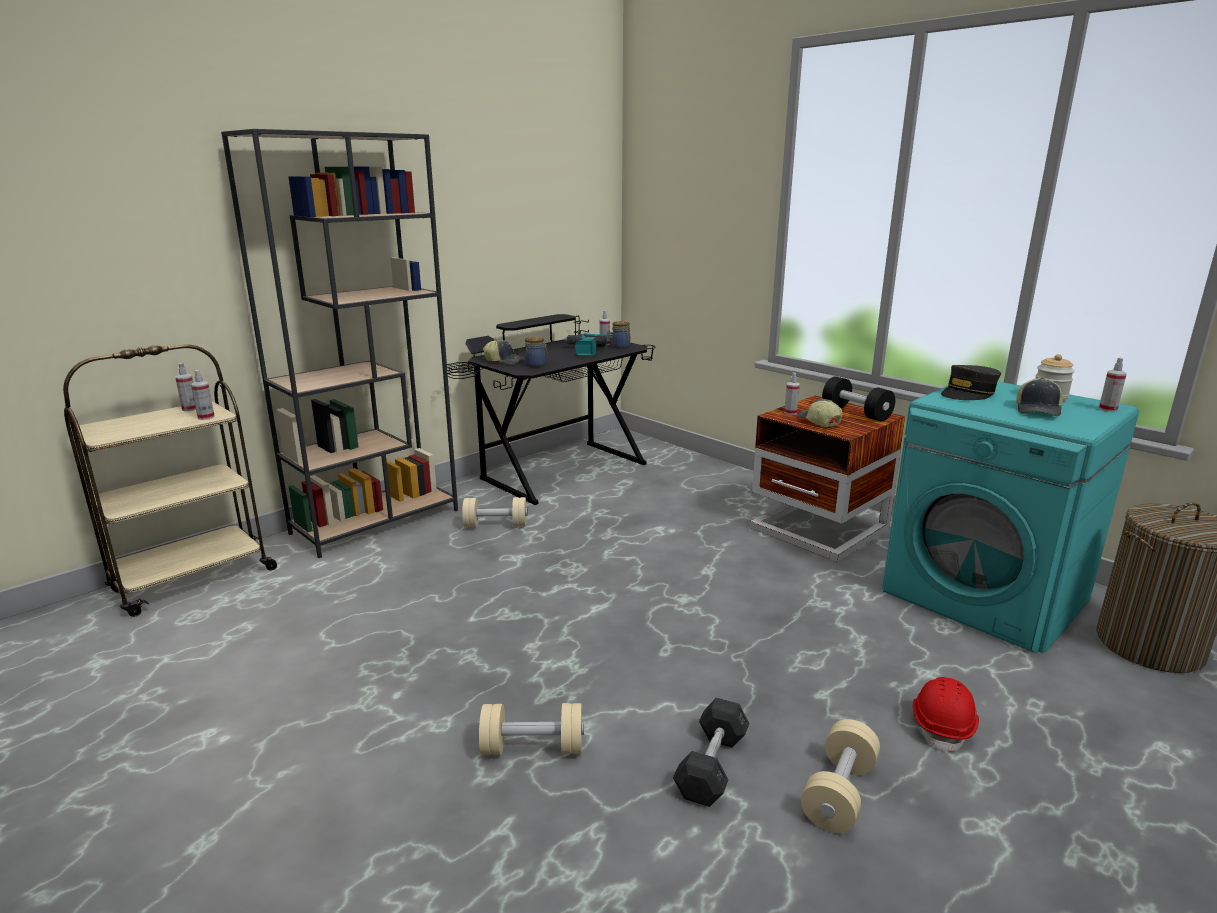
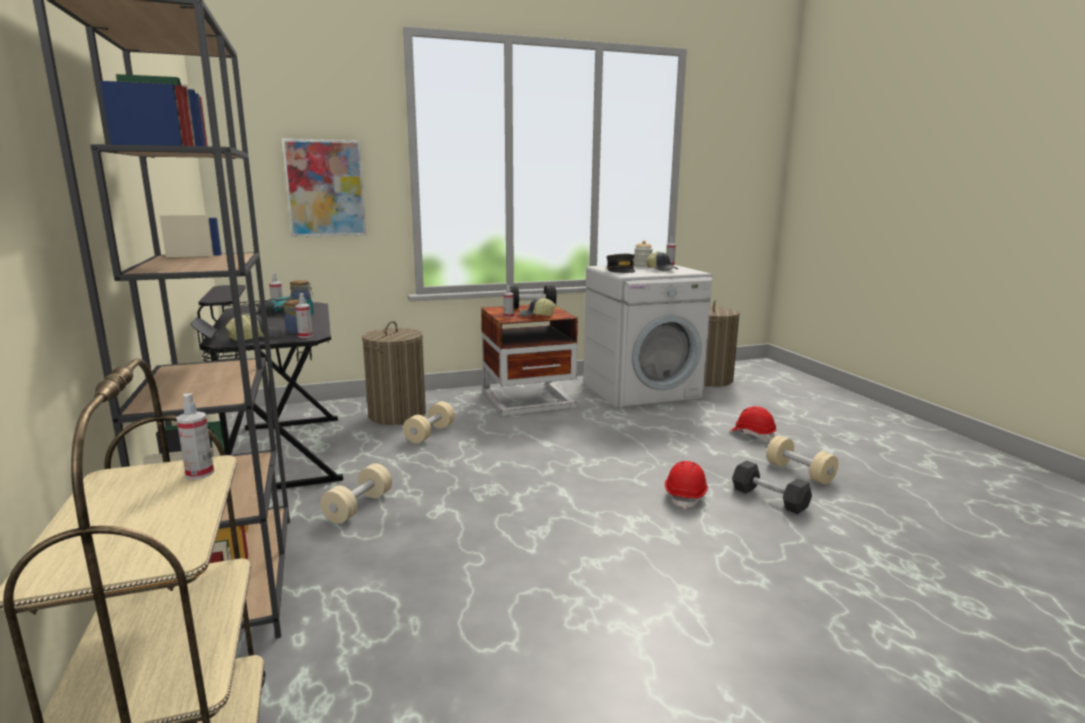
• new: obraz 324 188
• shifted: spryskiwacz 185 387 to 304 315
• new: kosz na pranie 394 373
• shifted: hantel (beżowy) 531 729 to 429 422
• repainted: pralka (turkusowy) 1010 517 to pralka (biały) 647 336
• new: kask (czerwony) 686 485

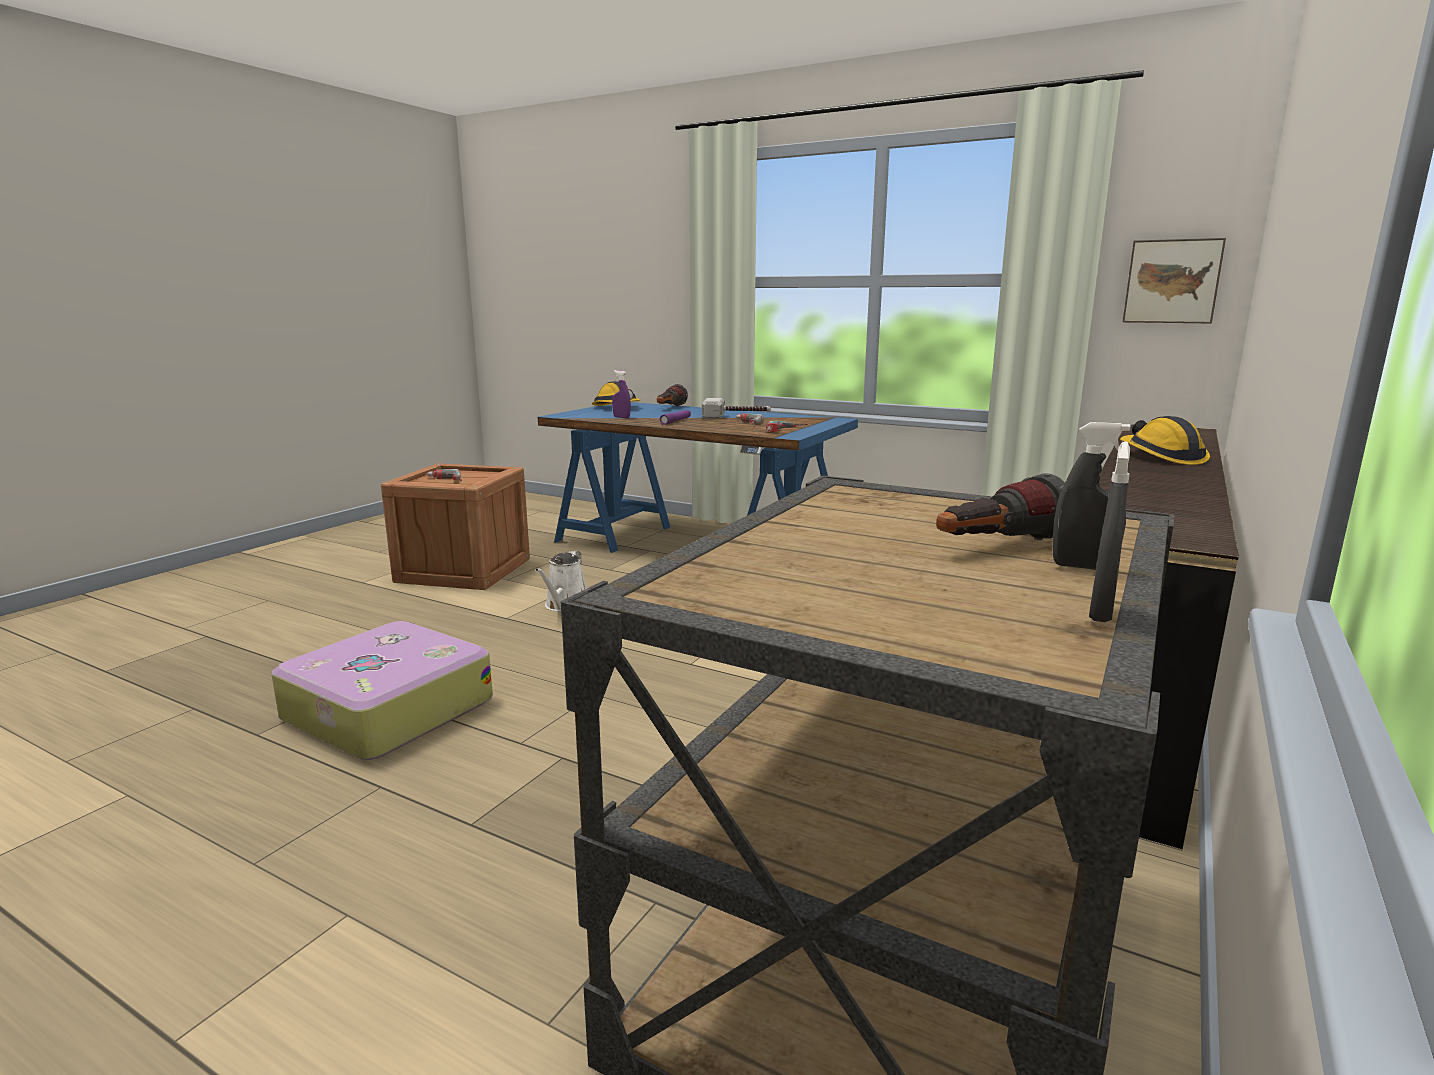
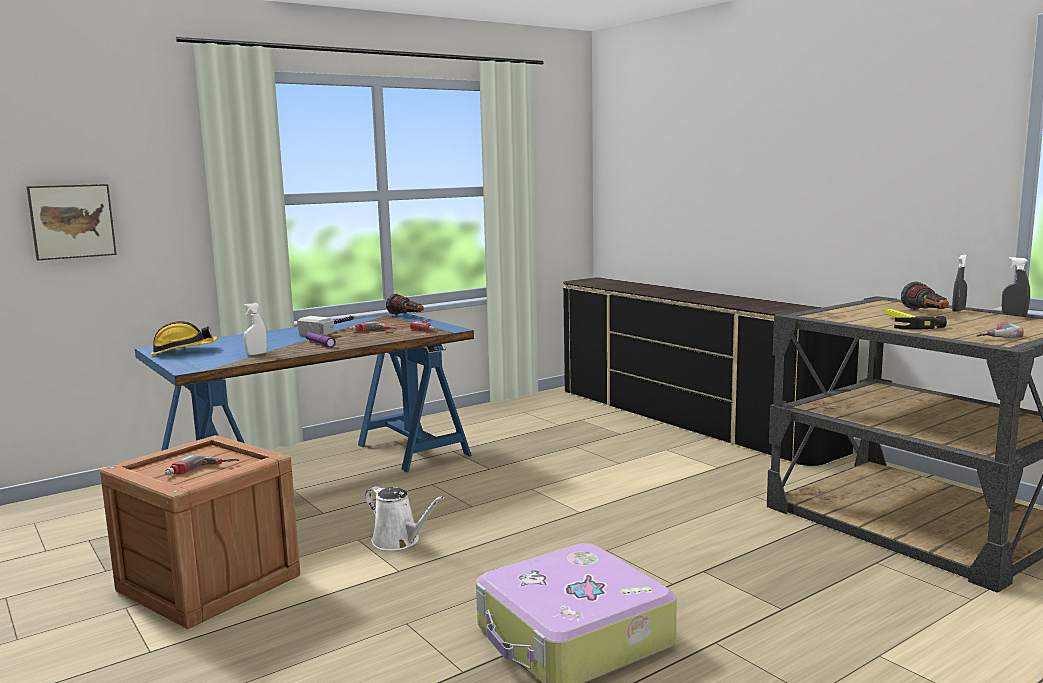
• shifted: obraz 1174 281 to 71 222
• repainted: spryskiwacz (fioletowy) 621 394 to spryskiwacz (biały) 255 329
• shifted: latarka 672 395 to 405 304
• new: młotek 916 319
• new: wiertarka 1000 330
• gone: kask 1165 440

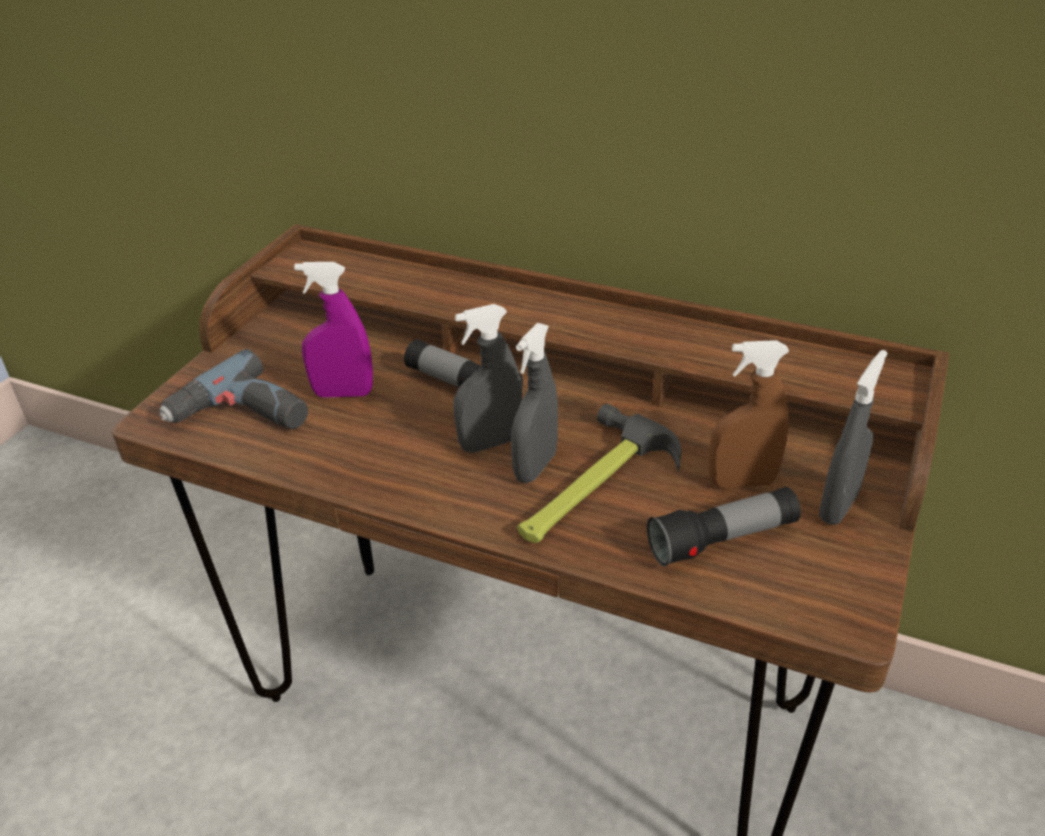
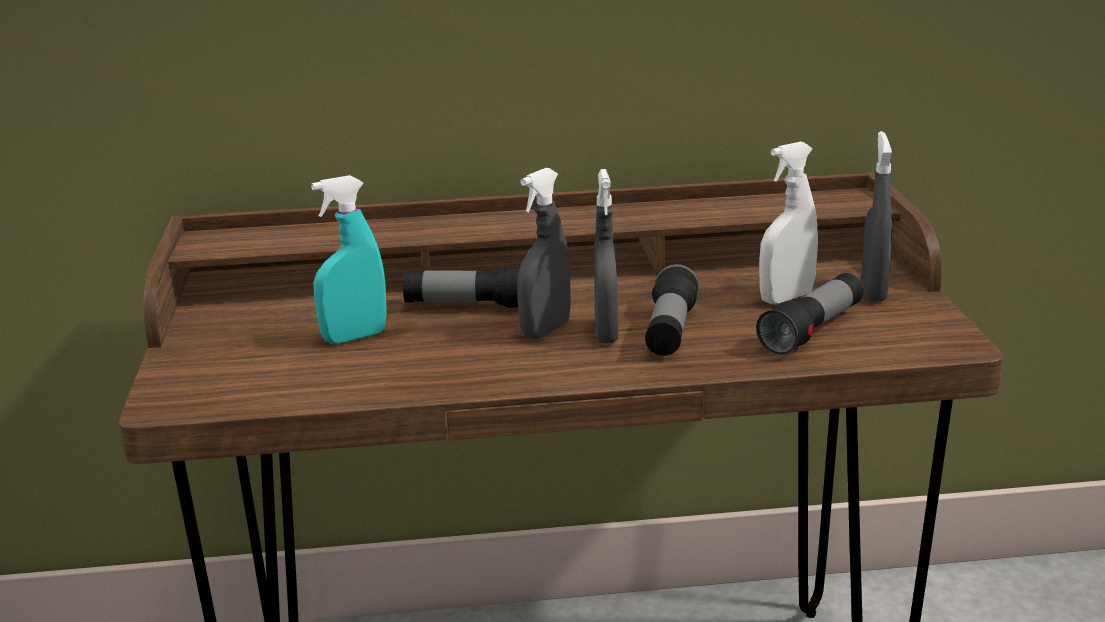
• repainted: spryskiwacz (fioletowy) 333 330 to spryskiwacz (turkusowy) 349 259
• swapped: młotek 599 473 to latarka 672 310
• repainted: spryskiwacz (brązowy) 748 414 to spryskiwacz (biały) 788 222
• gone: wiertarka 233 389

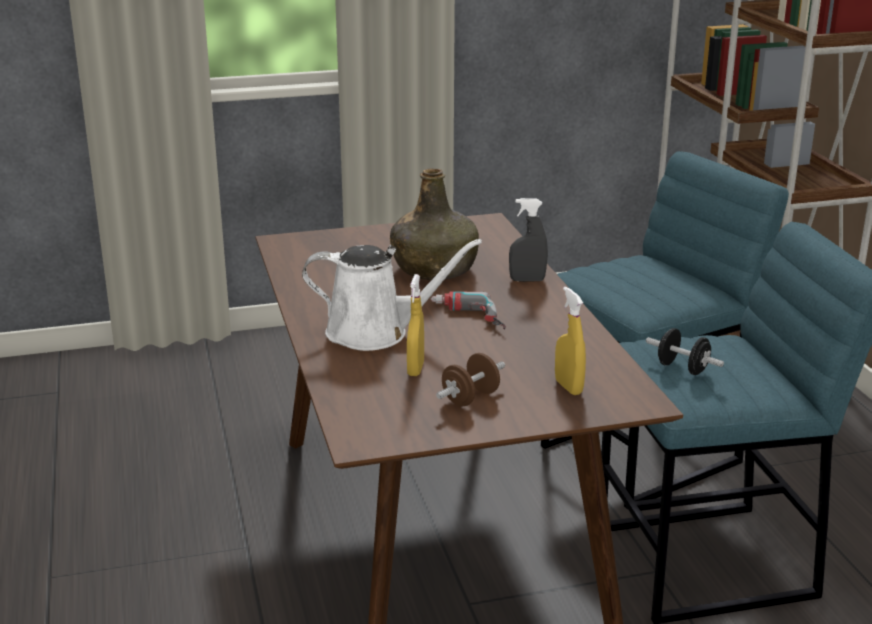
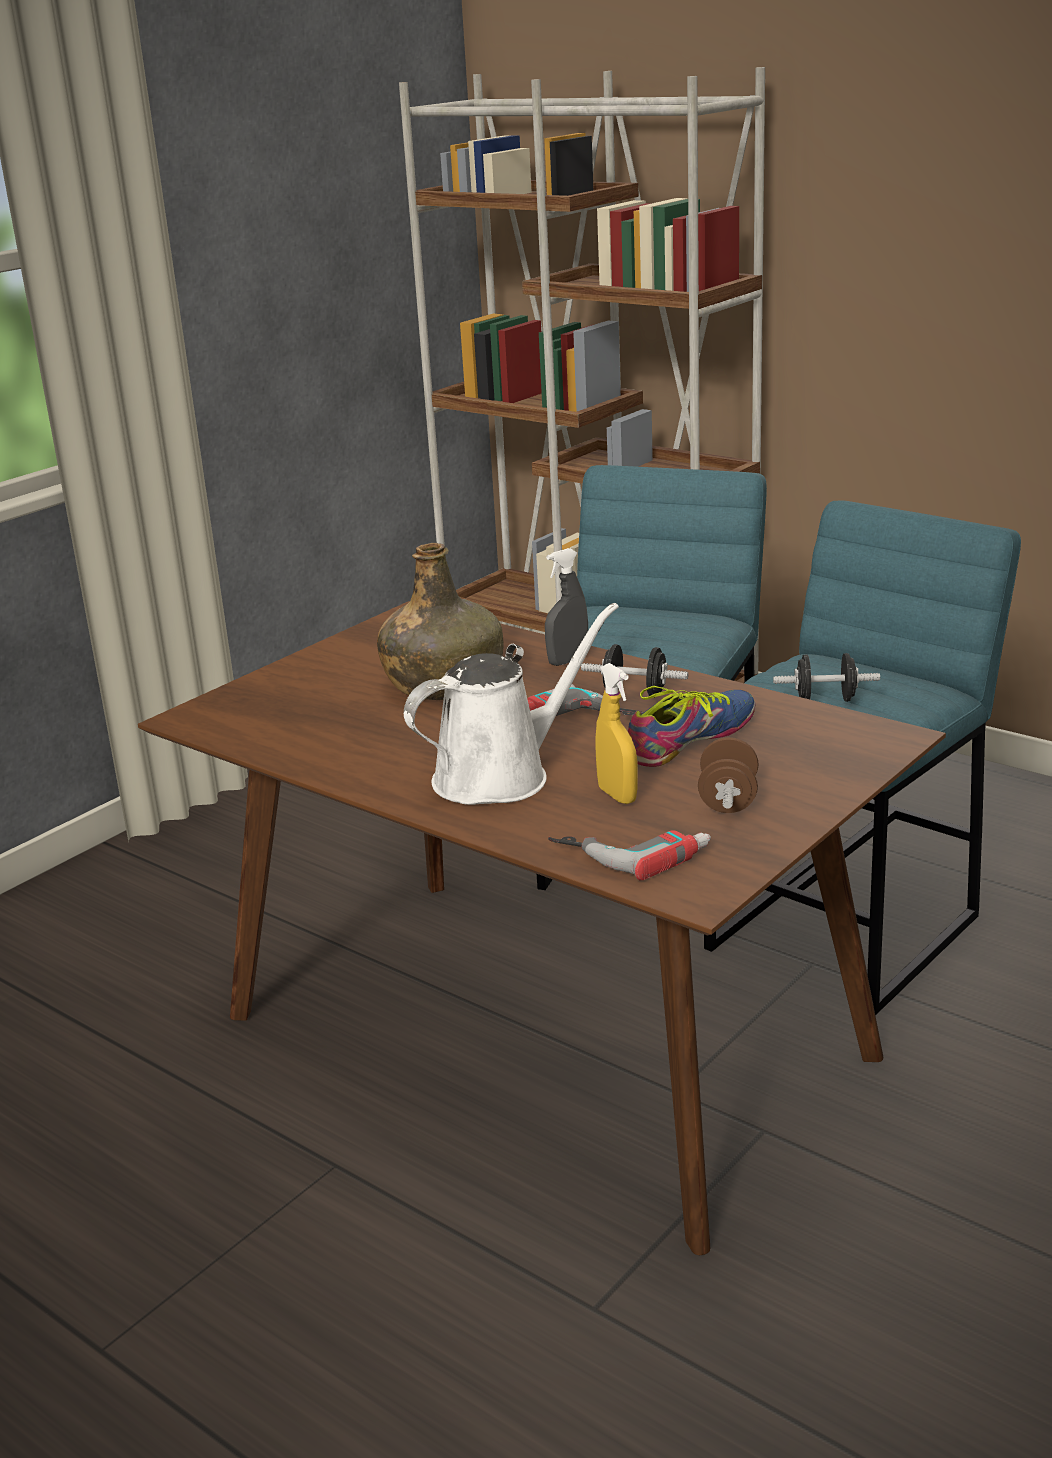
• new: wiertarka 629 855
• new: hantel (czarny) 634 671
• new: but 691 726
• gone: spryskiwacz (żółty) 570 341

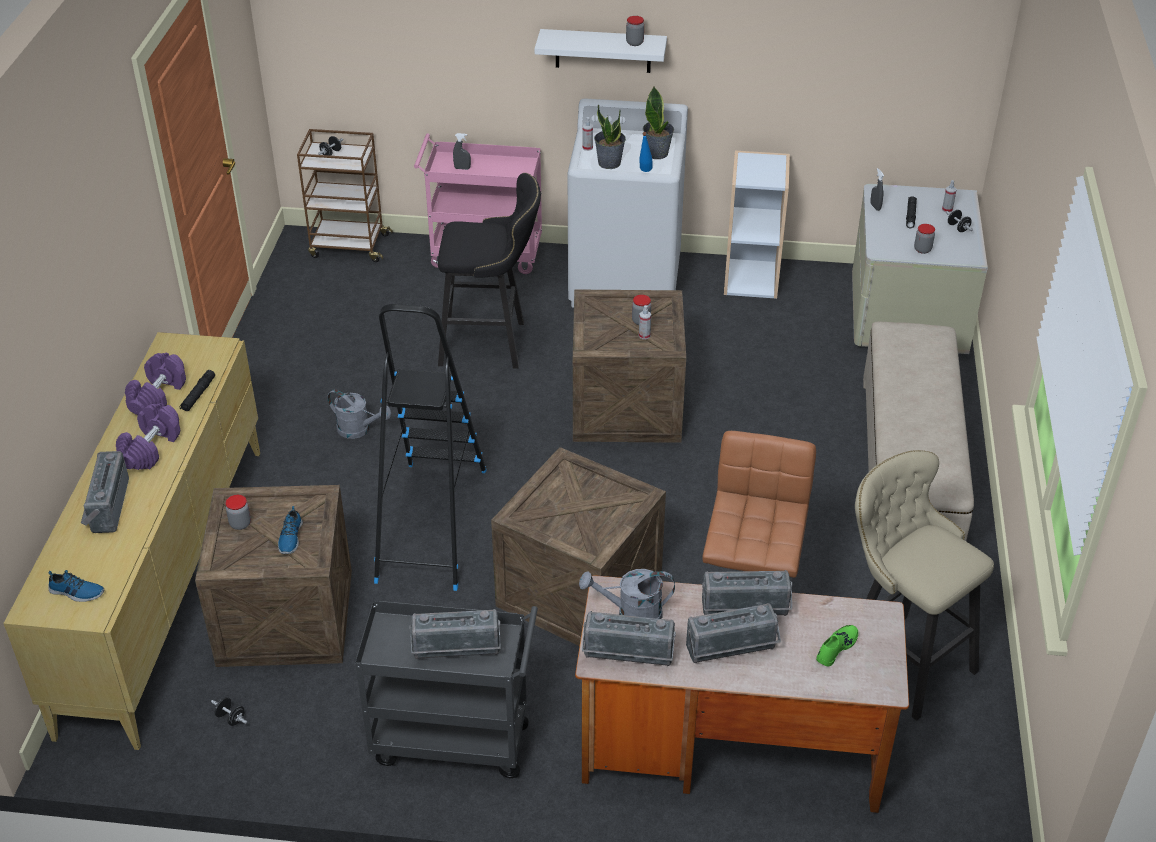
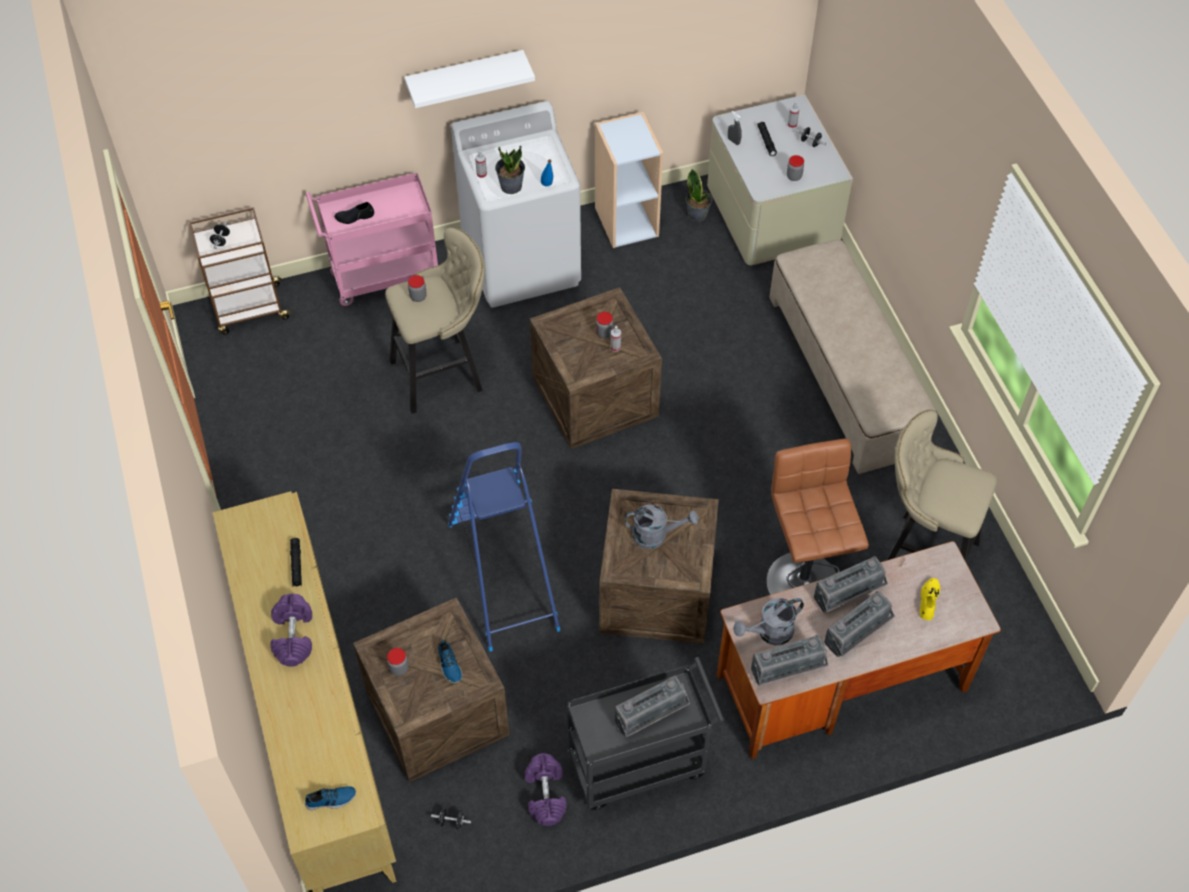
• swapped: spryskiwacz (szary) 462 151 to but (czarny) 354 213
• repainted: stołek (czarny) 489 271 to stołek (beżowy) 435 320
• shifted: słoik 635 31 to 417 288
• repainted: drabinka (czarny) 430 447 to drabinka (niebieski) 504 547
• shifted: hantel (fioletowy) 155 384 to 546 789
• shifted: konewka (szary) 359 414 to 661 527
• shifted: roślina doniczkowa 658 123 to 699 195
• repainted: but (zielony) 837 646 to but (żółty) 930 599
• gone: radio 105 492

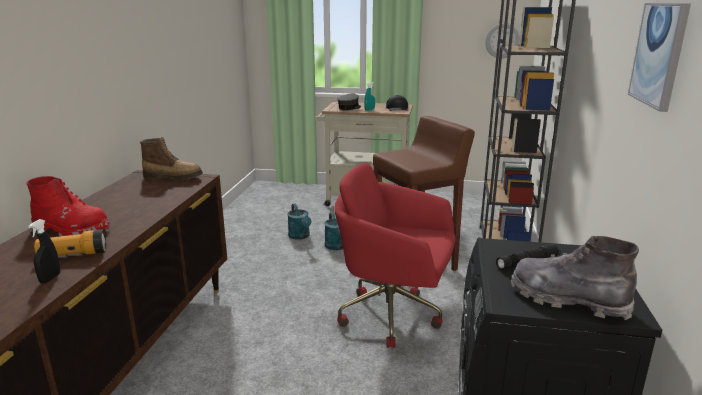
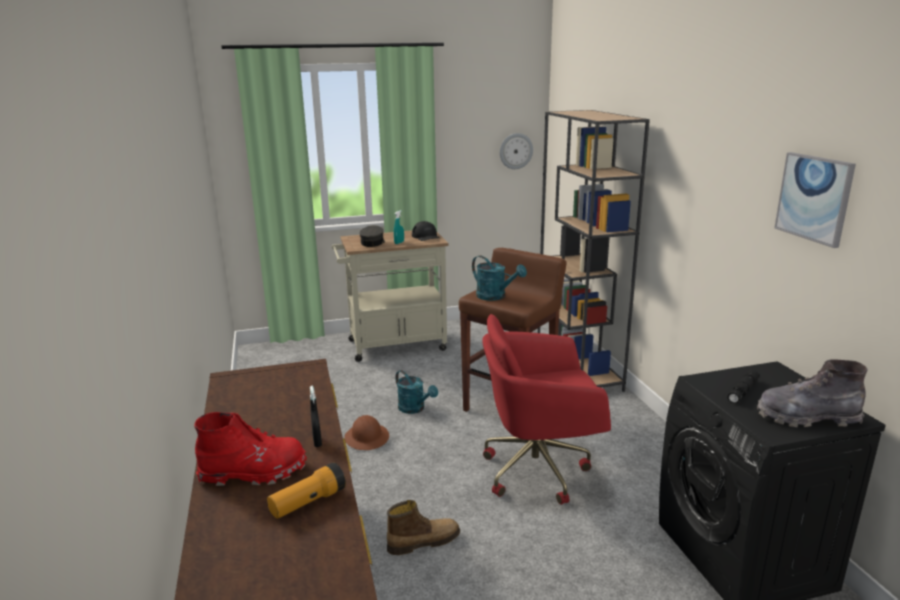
• shifted: spryskiwacz (czarny) 44 251 to 316 416
• new: kask (brązowy) 366 432
• shifted: but z cholewką 171 159 to 423 527
• shifted: konewka (turkusowy) 299 222 to 499 278

